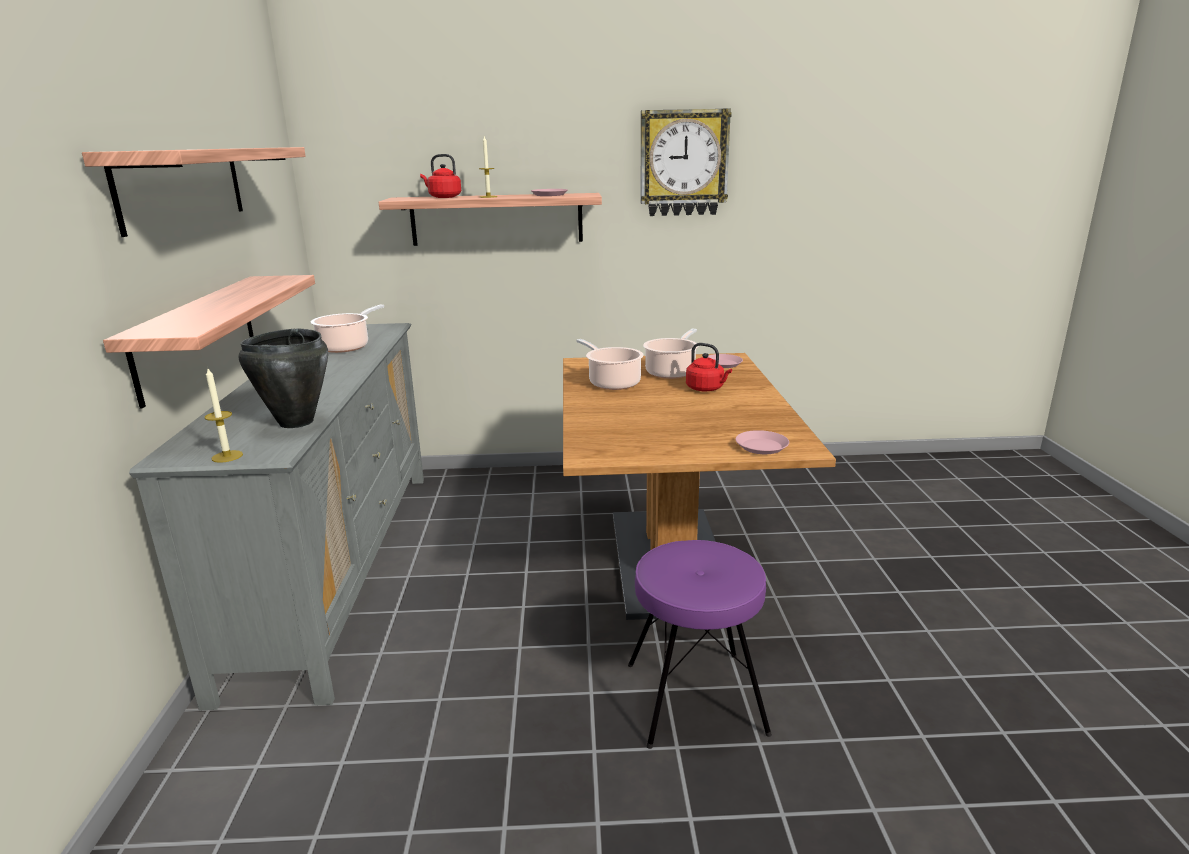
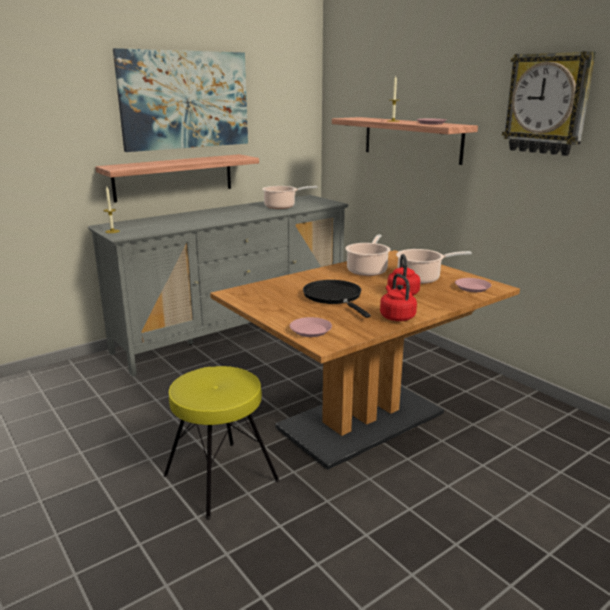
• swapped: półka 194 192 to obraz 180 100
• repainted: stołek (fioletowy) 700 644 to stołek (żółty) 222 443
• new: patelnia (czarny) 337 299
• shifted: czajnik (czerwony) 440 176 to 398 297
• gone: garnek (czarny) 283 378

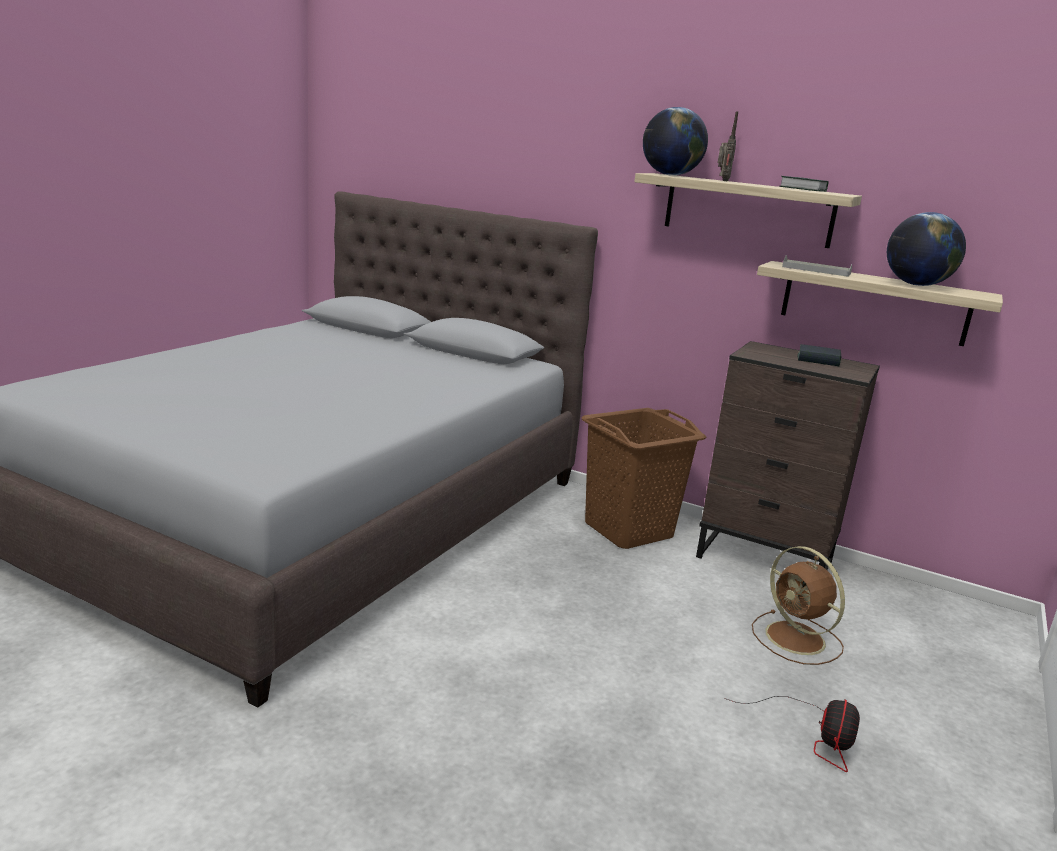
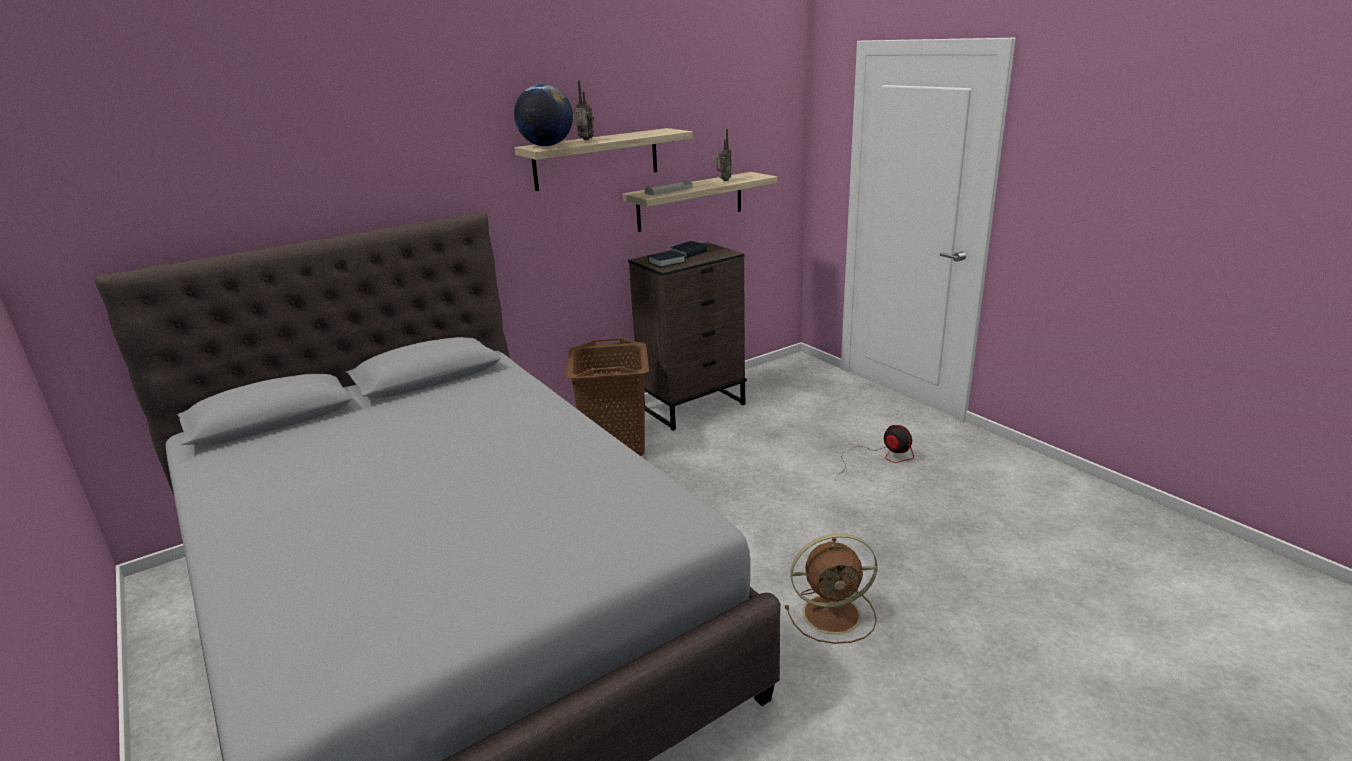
• shifted: książka 804 184 to 667 259
• swapped: globus 926 249 to radio 724 155
• shifted: wentylator (brązowy) 798 605 to 831 588

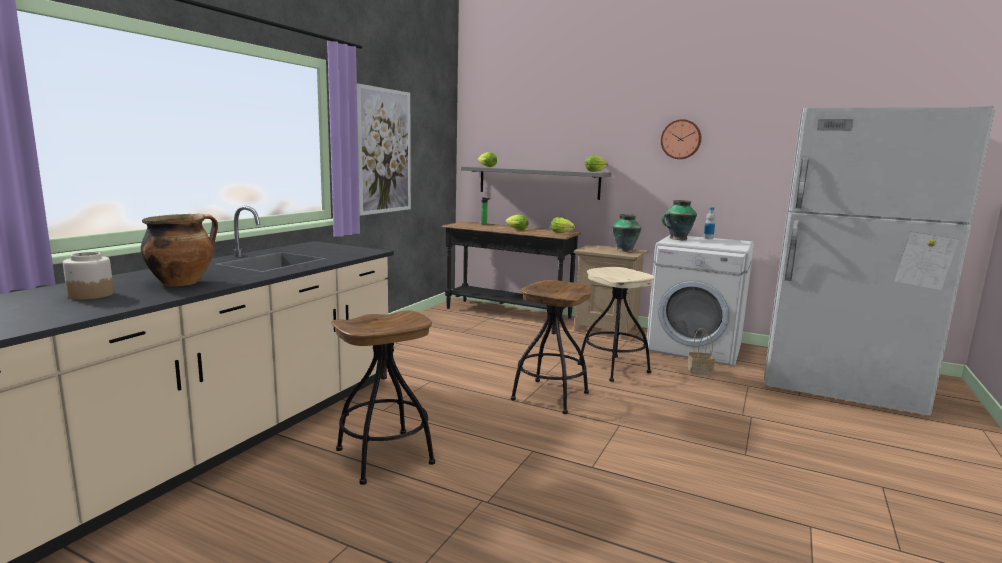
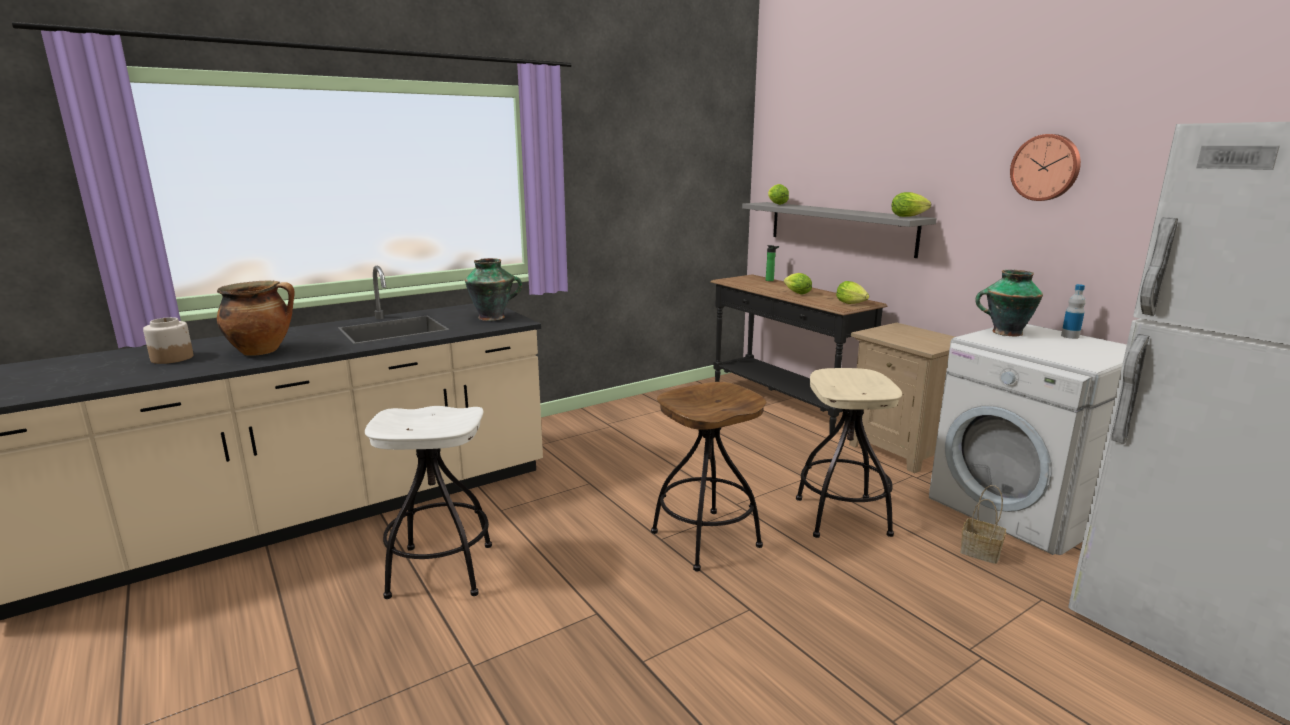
• repainted: stołek (brązowy) 383 397 to stołek (biały) 428 502
• shifted: wazon 627 233 to 493 289
• gone: obraz 384 149

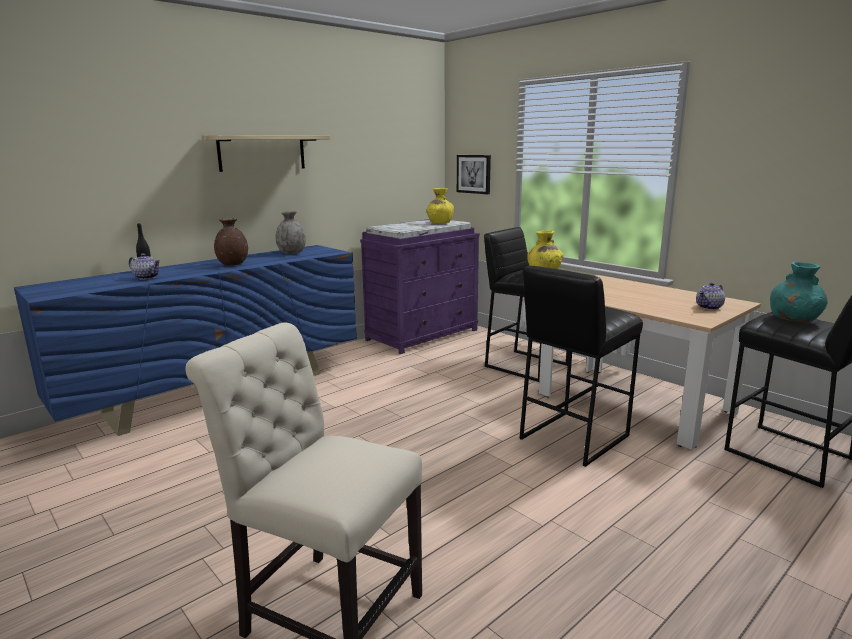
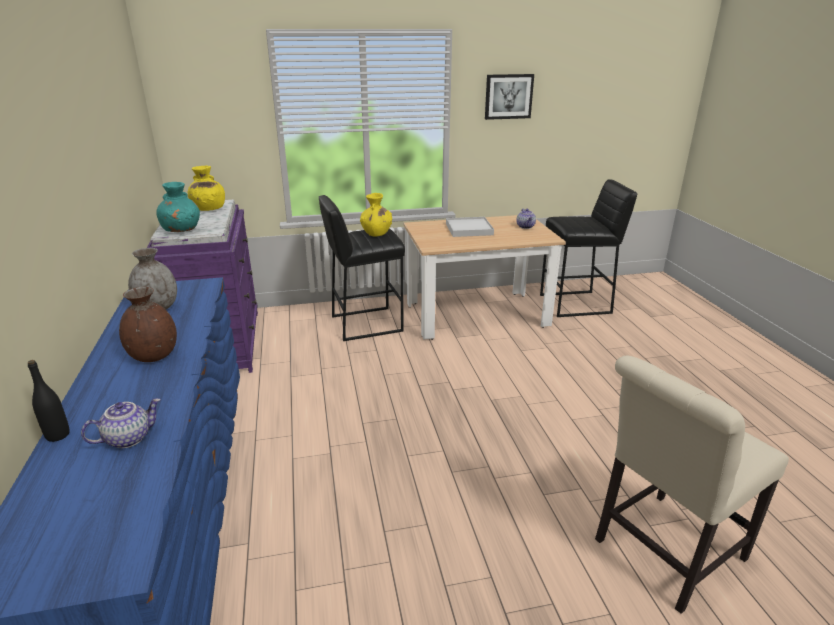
• shifted: wazon (turkusowy) 799 292 to 178 207
• new: taca (biały) 470 227
• shifted: obraz 474 174 to 509 97
• gone: półka 266 153
• gone: stołek (czarny) 581 366

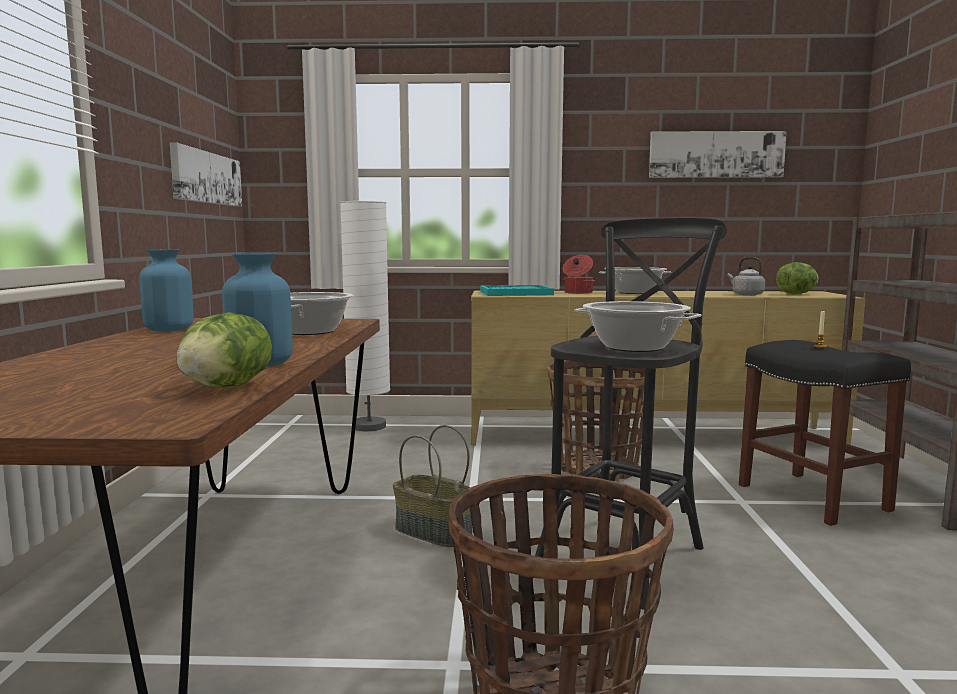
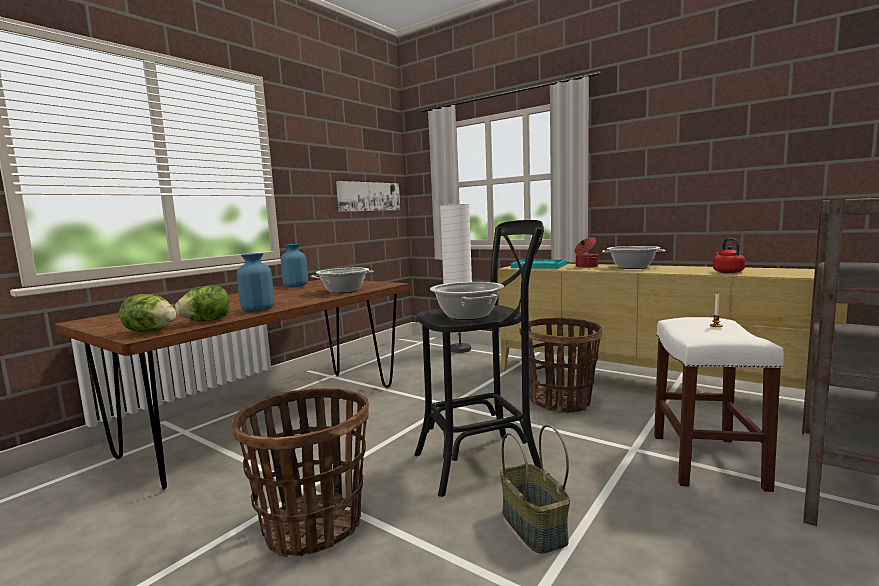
• shifted: sałata 797 278 to 147 313
• shifted: koszyk 433 486 to 535 489
• repainted: stołek (czarny) 825 433 to stołek (biały) 719 404
• repainted: czajnik (szary) 746 276 to czajnik (czerwony) 729 255
• gone: obraz 718 154

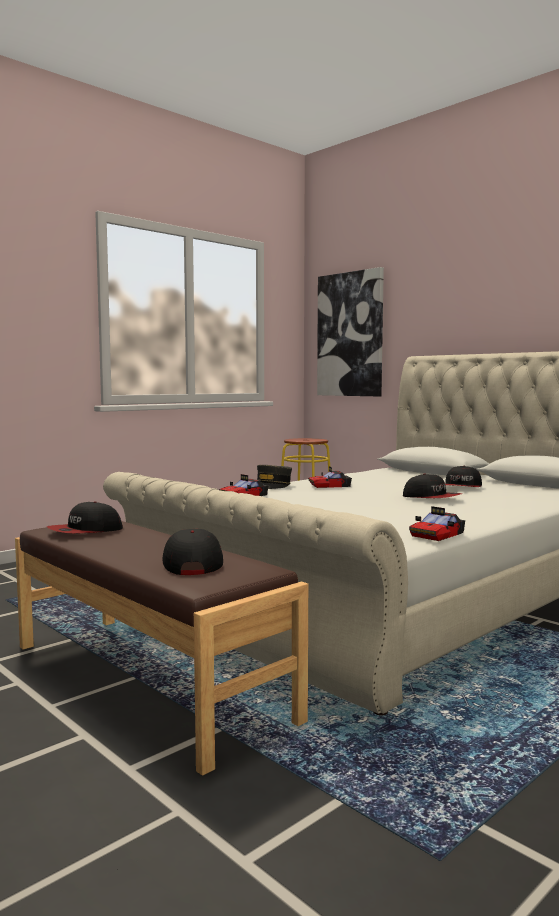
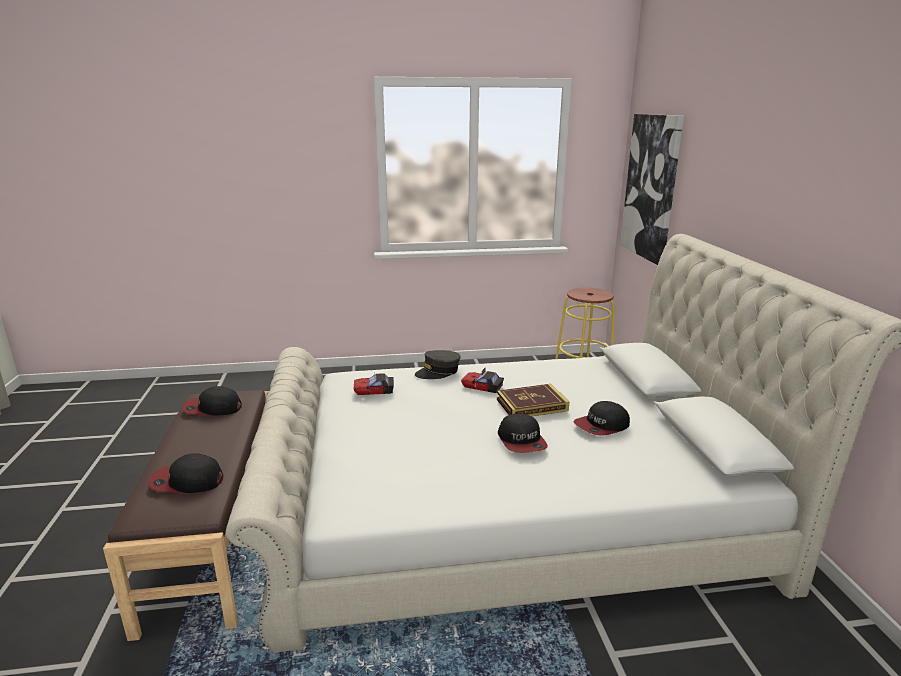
• rotated: czapka z daszkiem 193 552 = 185 473 120 degrees counterclockwise
• new: książka 533 400
• gone: samochodzik 437 523

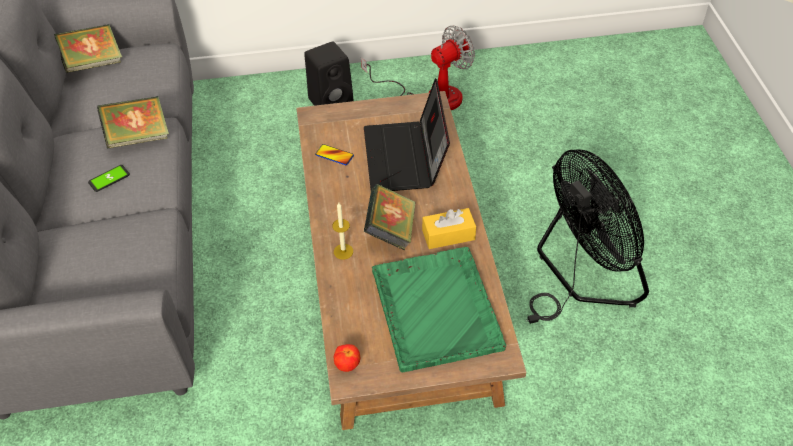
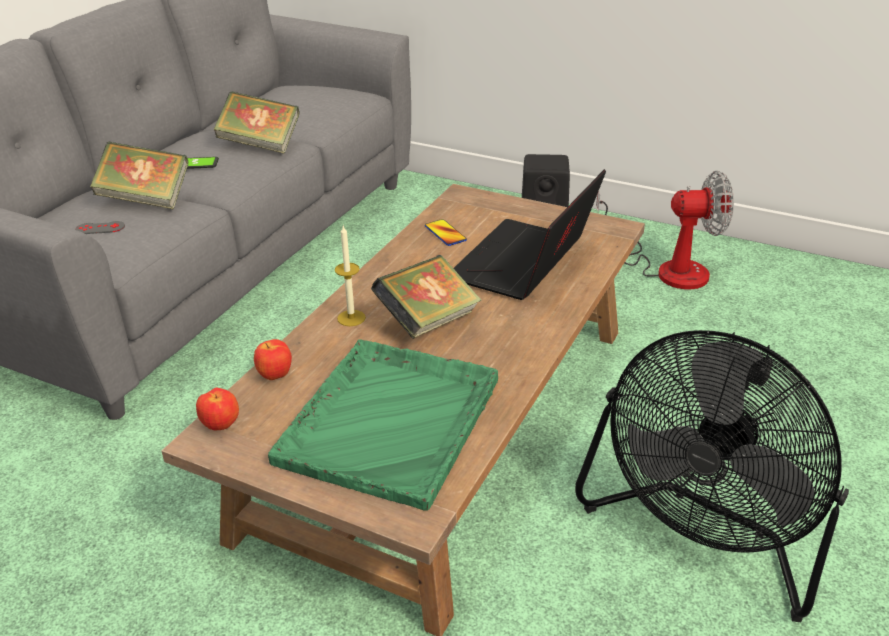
• new: pad do gier (szary) 100 227
• shifted: książka 88 48 to 139 175
• new: jabłko 273 359
• rotated: wentylator (czarny) 587 237 = 712 476 120 degrees clockwise
• gone: pudełko chusteczek (żółty) 449 228

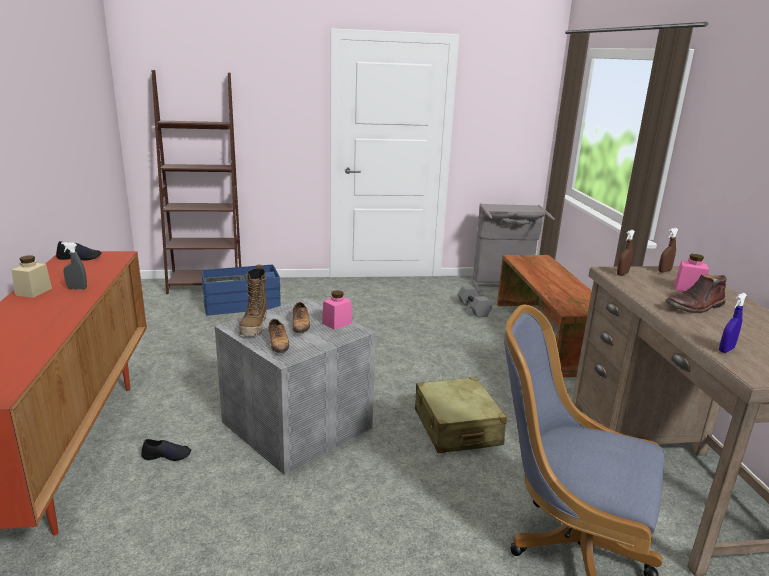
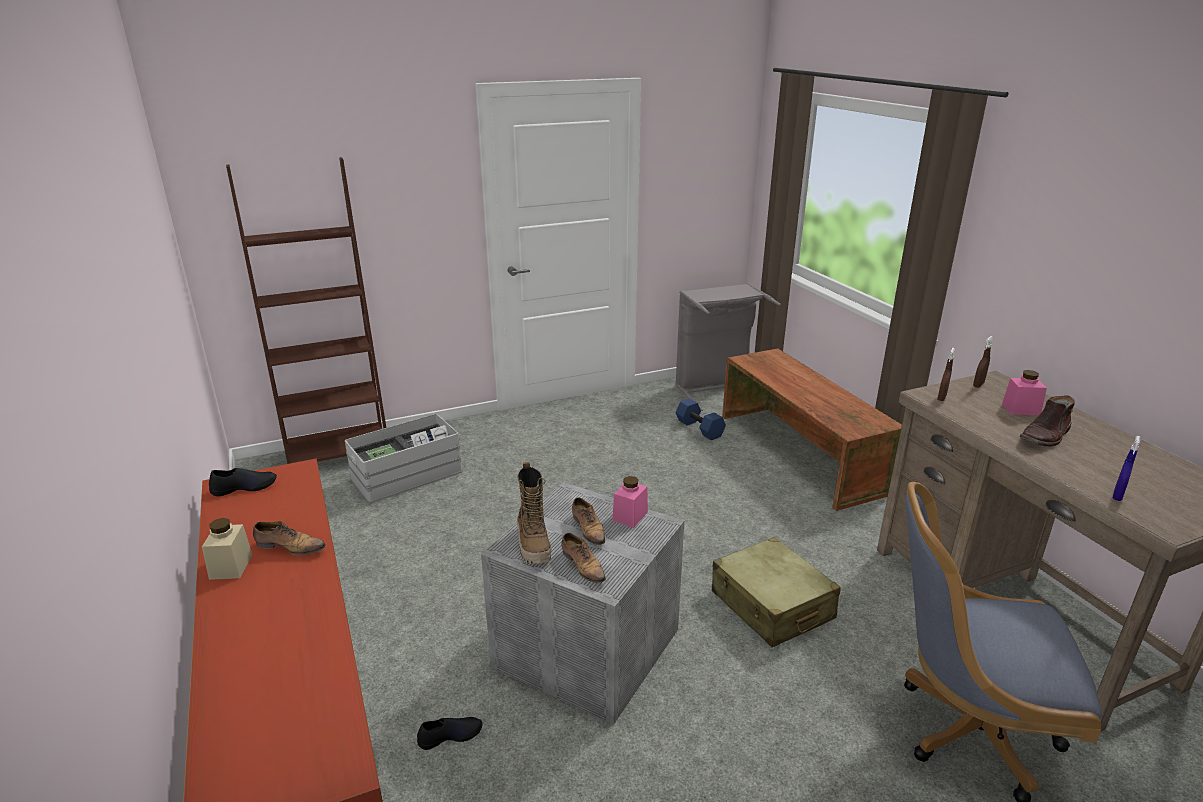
• swapped: spryskiwacz (szary) 74 266 to but 289 538
• repainted: pojemnik do przechowywania (niebieski) 241 290 to pojemnik do przechowywania (szary) 404 458
• repainted: hantel (szary) 474 301 to hantel (niebieski) 701 419

